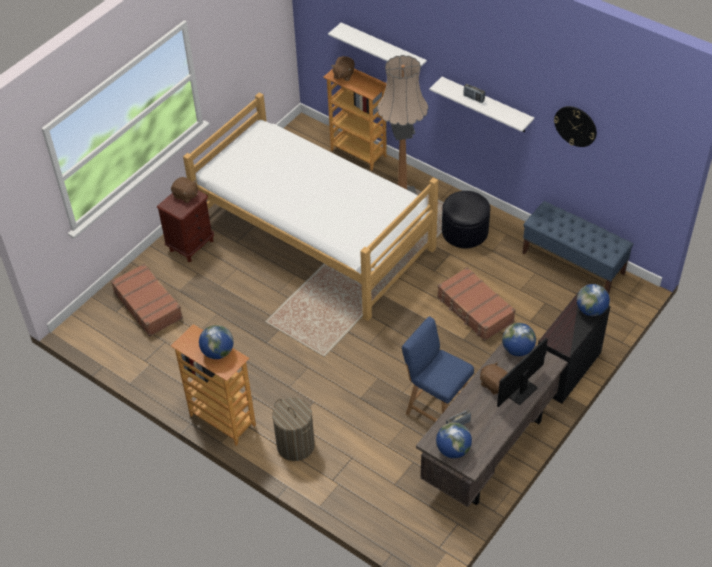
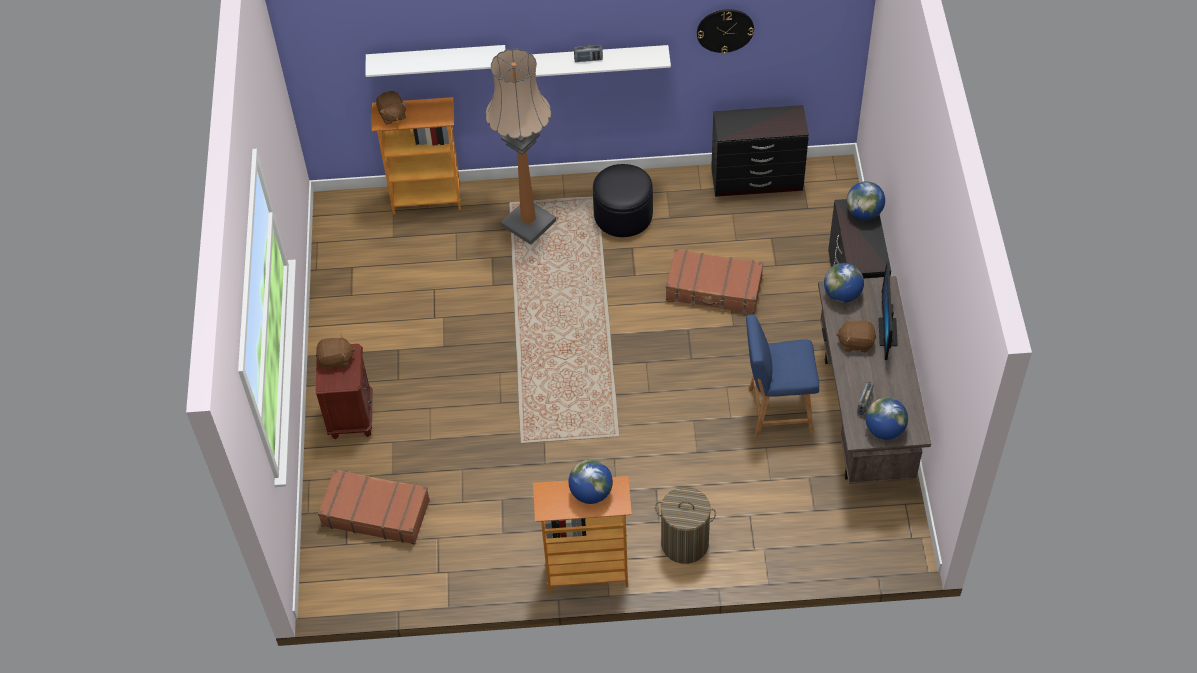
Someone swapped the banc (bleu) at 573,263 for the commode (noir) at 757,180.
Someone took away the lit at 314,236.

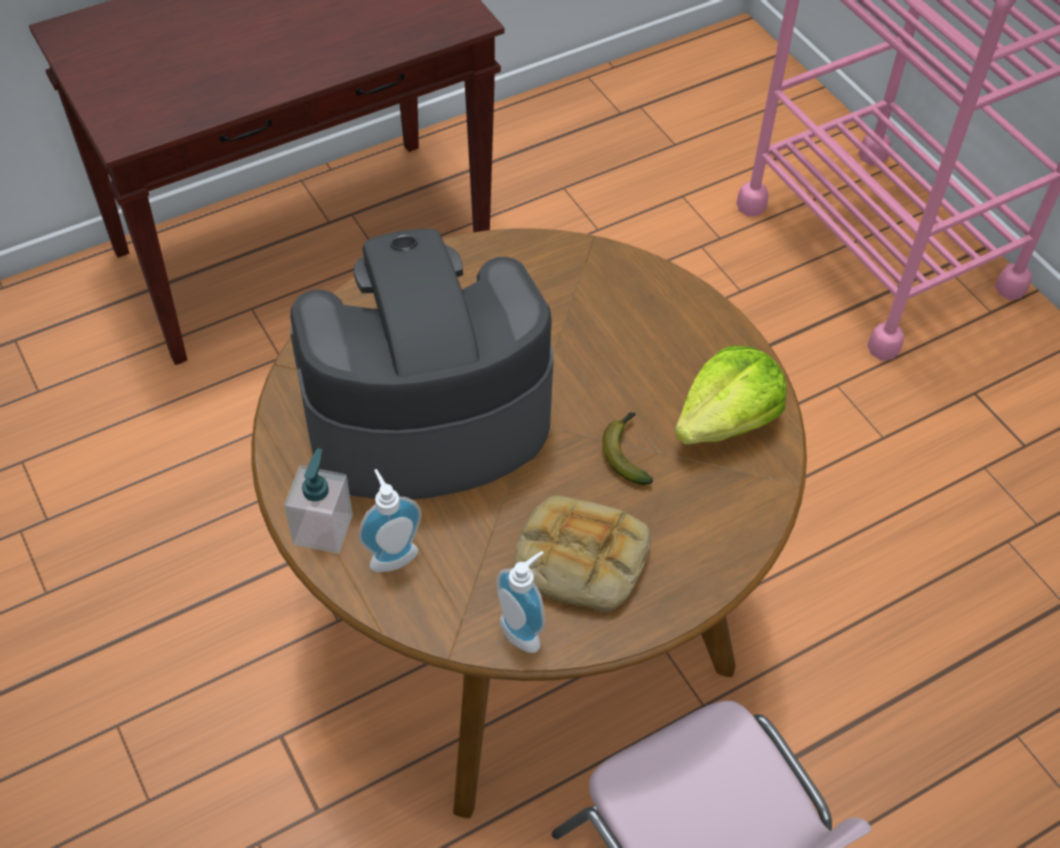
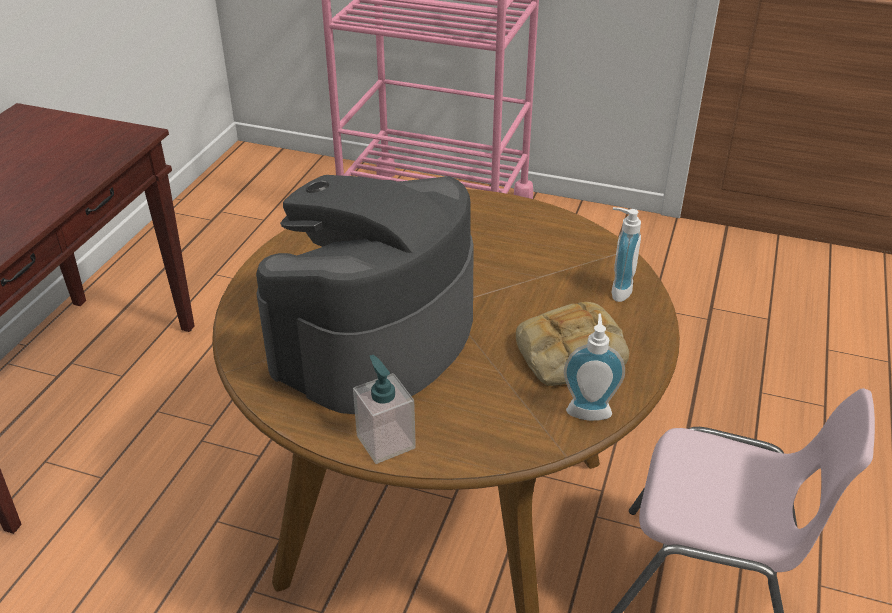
Someone carried the distributeur de savon from 391,554 to 617,290.
Someone took away the banane at 626,452.
Someone took away the laitue at 726,421.

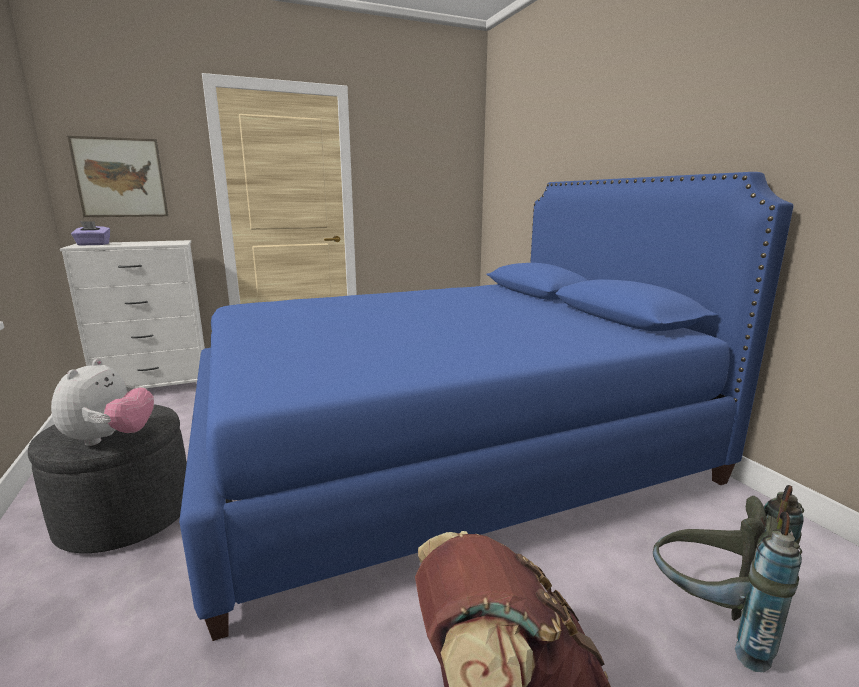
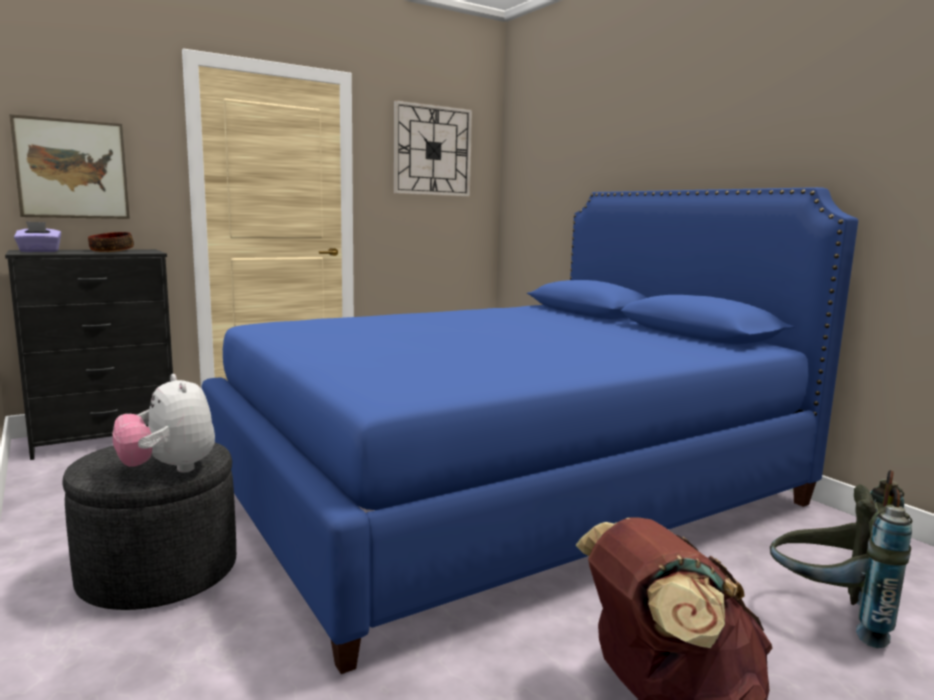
Someone repainted the commode (blanc) at 155,387, which became the commode (noir) at 104,438.
Someone put down the bol at 111,251.
Someone rotated the peluche at 110,439 by 150 degrees clockwise.
Someone put up the horloge murale at 432,150.

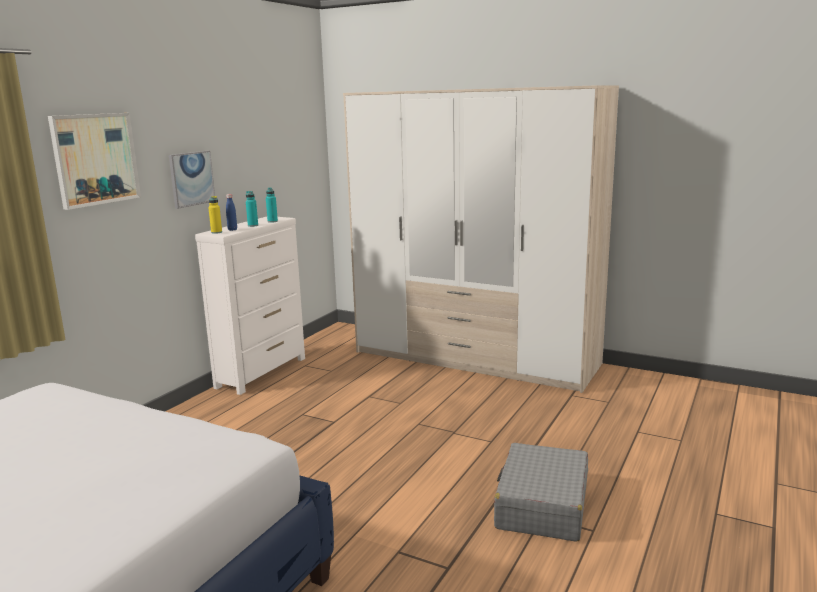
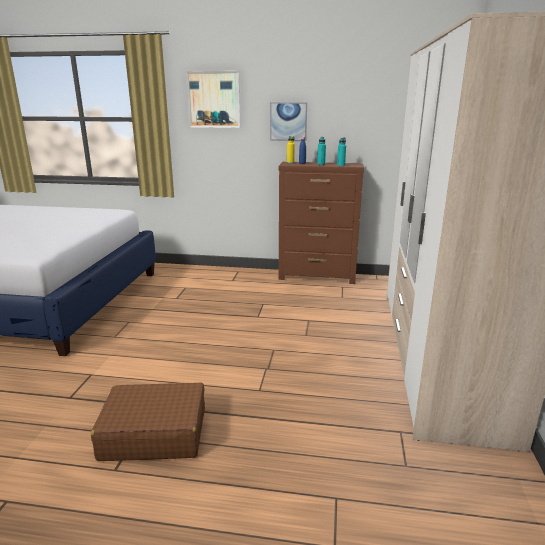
Someone repainted the valise (gris) at 542,505, which became the valise (marron) at 154,433.
Someone repainted the commode (blanc) at 262,372, which became the commode (marron) at 317,277.

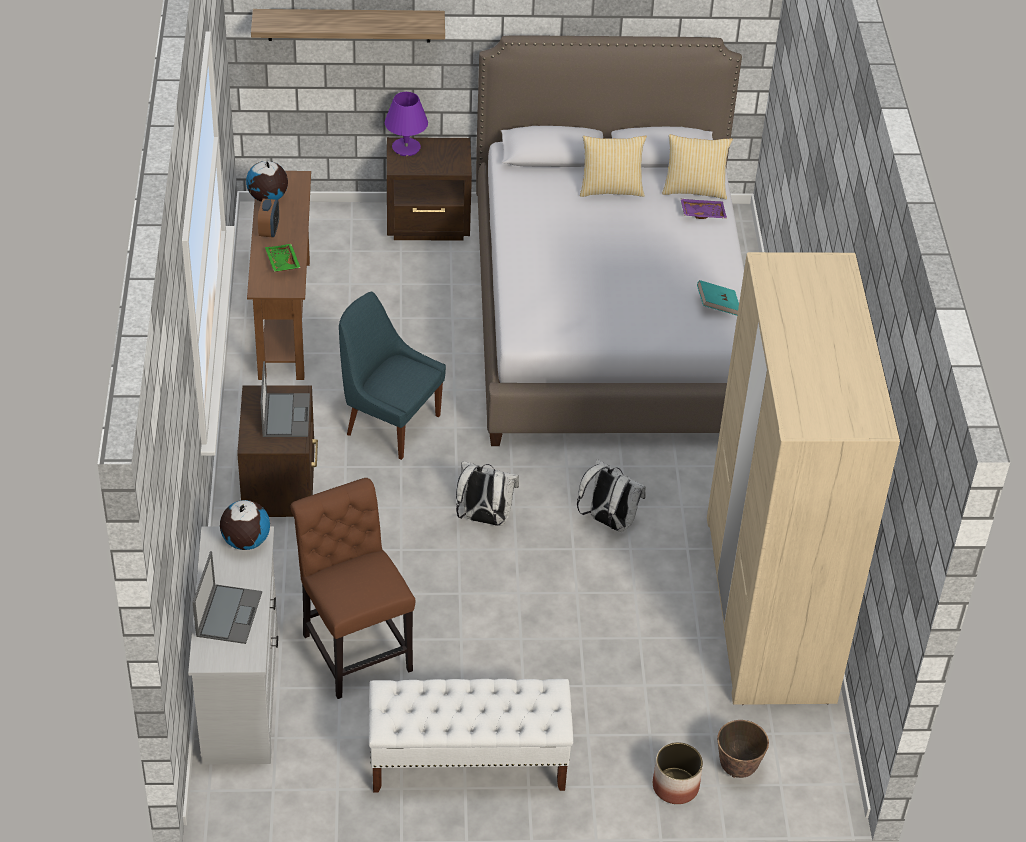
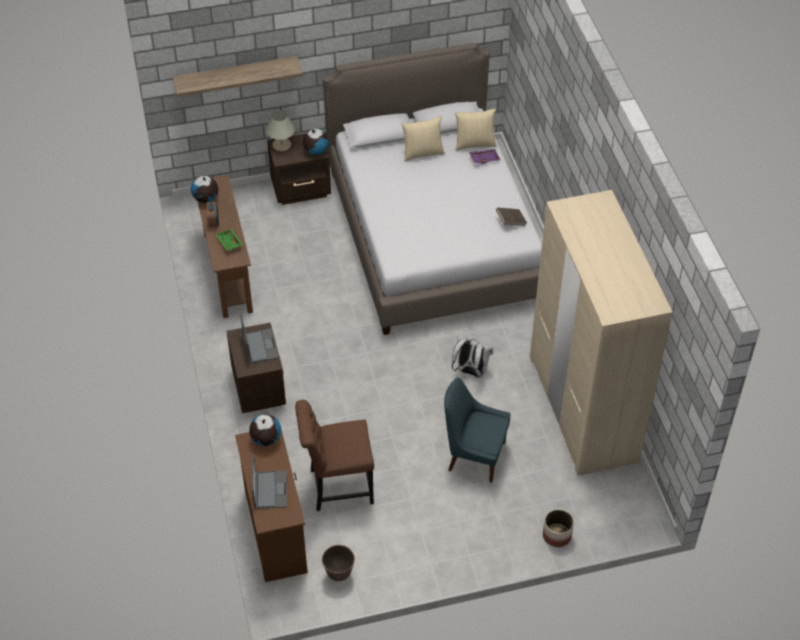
Someone repainted the commode (blanc) at 241,693, which became the commode (marron) at 275,531.
Someone repainted the lampe de table (violet) at 406,148, which became the lampe de table (beige) at 282,145.
Someone rotated the chaise (marron) at 354,648 by 60 degrees counterclockwise.
Someone put down the globe at 316,151.
Someone carried the cache-pot from 737,768 to 339,574.
Someone carried the chaise (bleu) from 390,423 to 474,456.
Someone repainted the livre (turquoise) at 717,306, which became the livre (marron) at 510,221.
Someone took away the banc (blanc) at 467,762.
Someone took away the sac à dos (blanc) at 484,519.

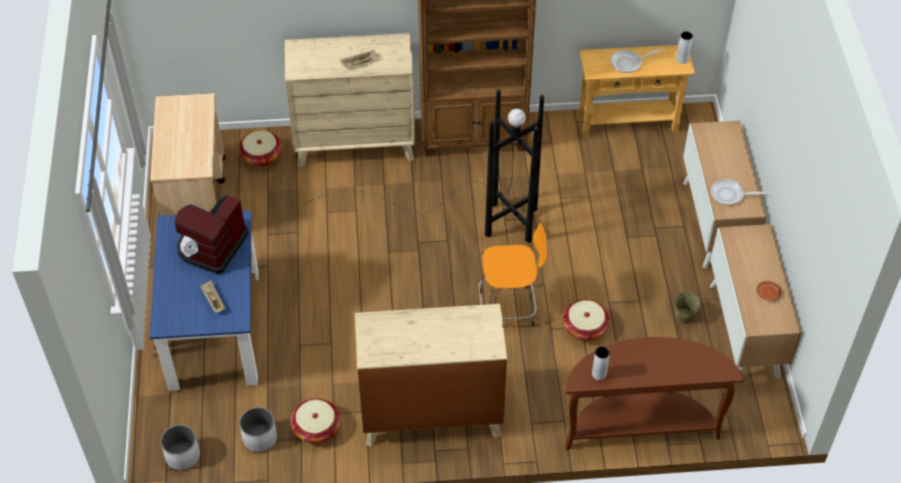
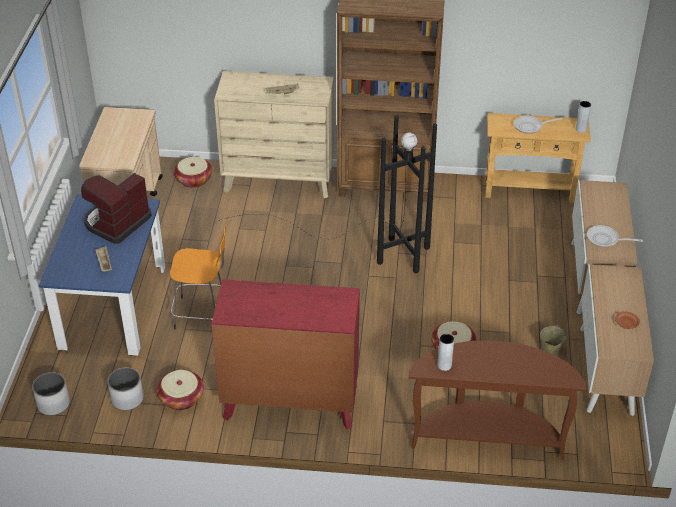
Someone carried the tabouret (orange) from 509,308 to 202,314.
Someone repainted the commode (beige) at 431,416, which became the commode (rouge) at 290,402.

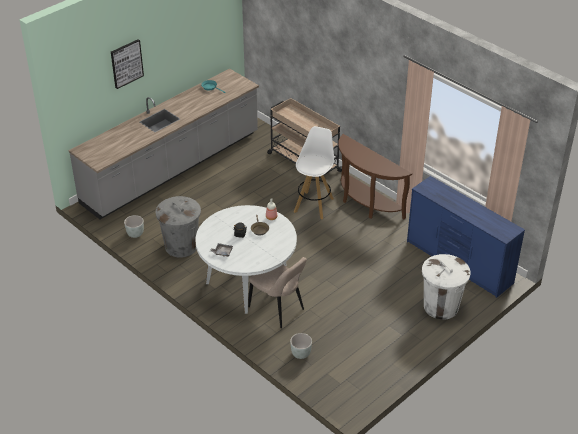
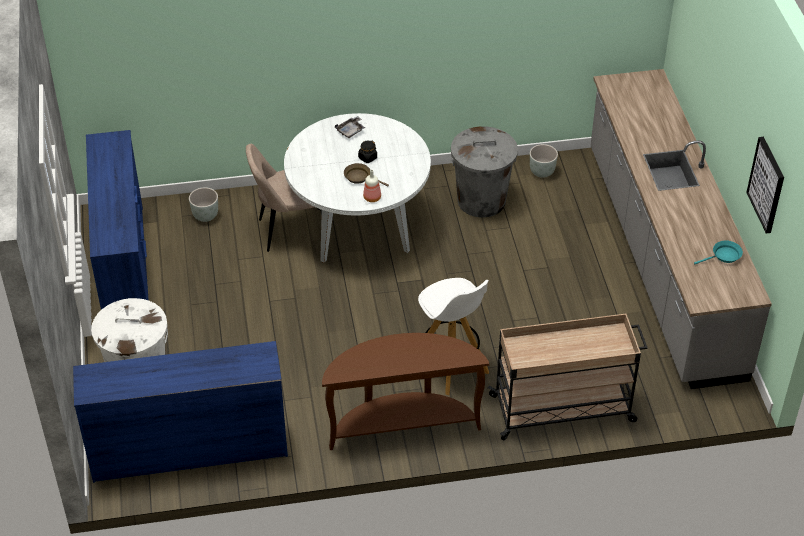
Someone put down the commode (bleu) at 126,269.
Someone carried the tableau from 126,63 to 767,184.

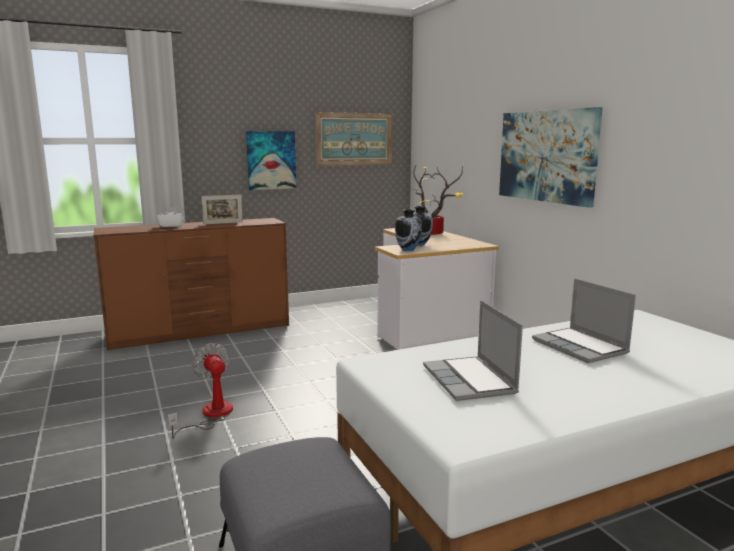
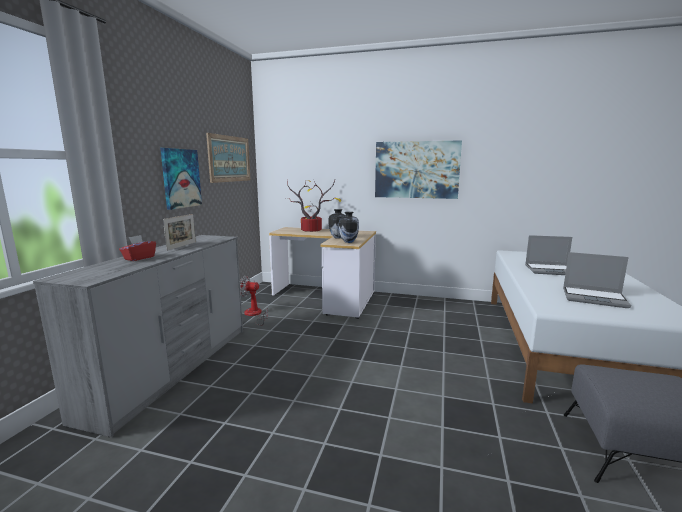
Someone repainted the commode (marron) at 201,331, which became the commode (gris) at 174,368.
Someone repainted the boîte à mouchoirs (blanc) at 171,226, which became the boîte à mouchoirs (rouge) at 139,258.
Someone carried the ventilateur from 210,415 to 255,314.

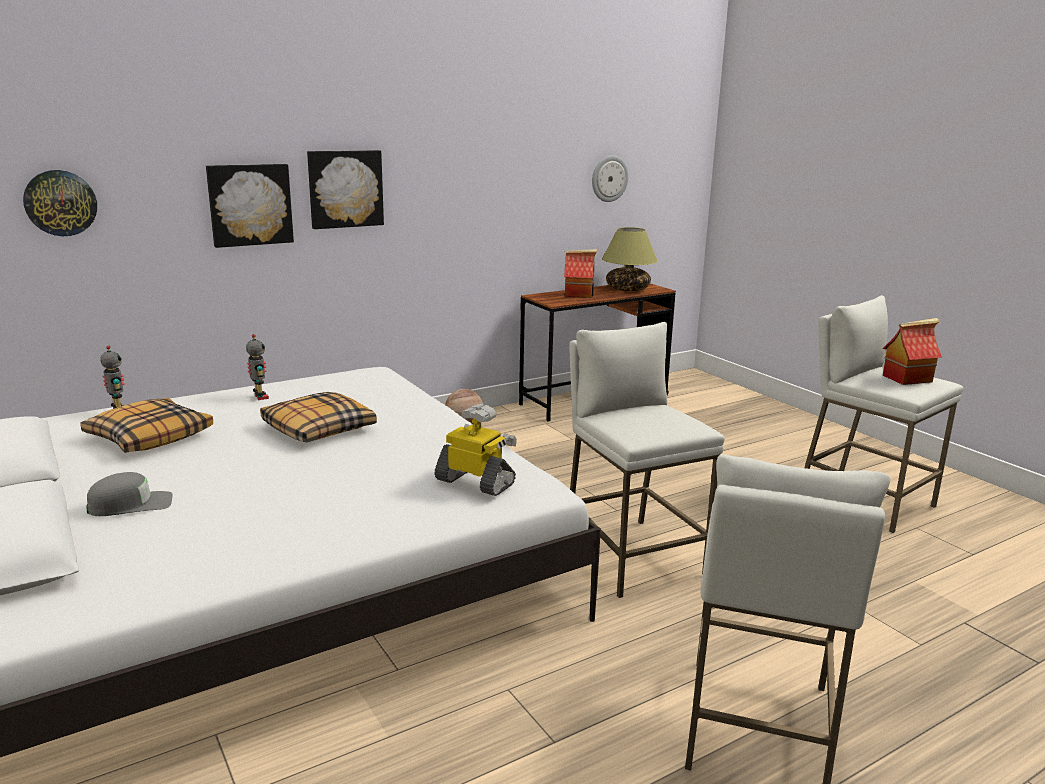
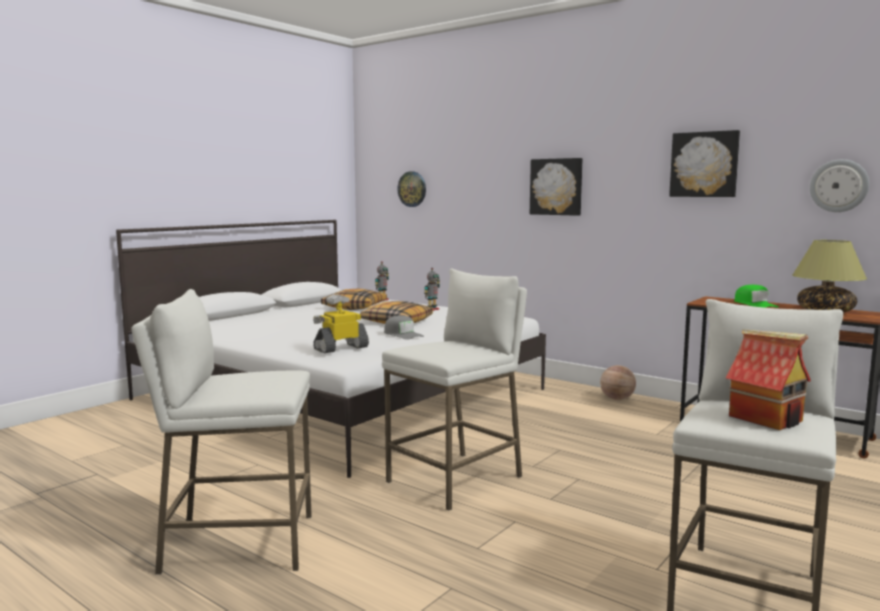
Someone rotated the robot jouet at 476,482 by 135 degrees counterclockwise.
Someone carried the casquette (gris) from 131,505 to 402,335.
Someone carried the tableau from 250,204 to 704,164.
Someone swapped the maison miniature at 579,294 for the casquette (vert) at 754,304.

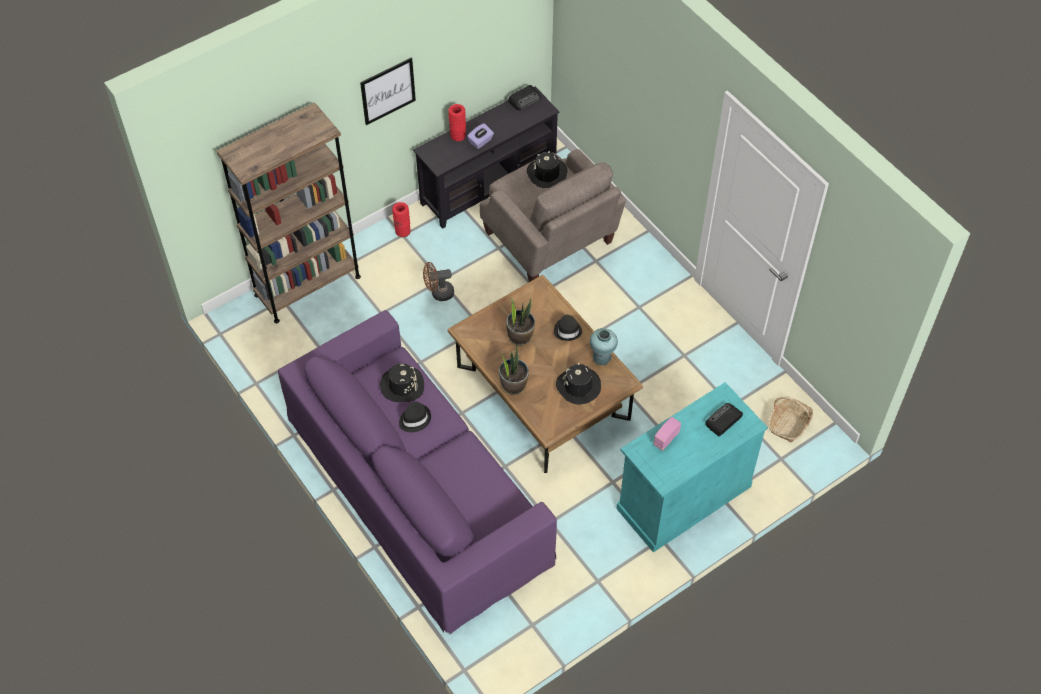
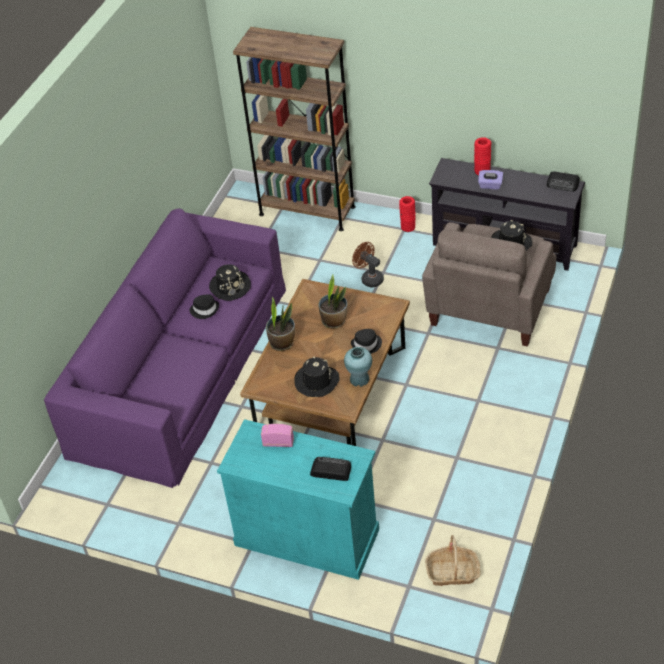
Someone took away the tableau at 388,91.

